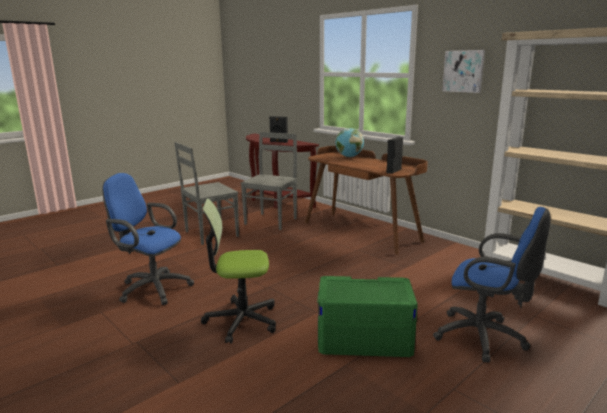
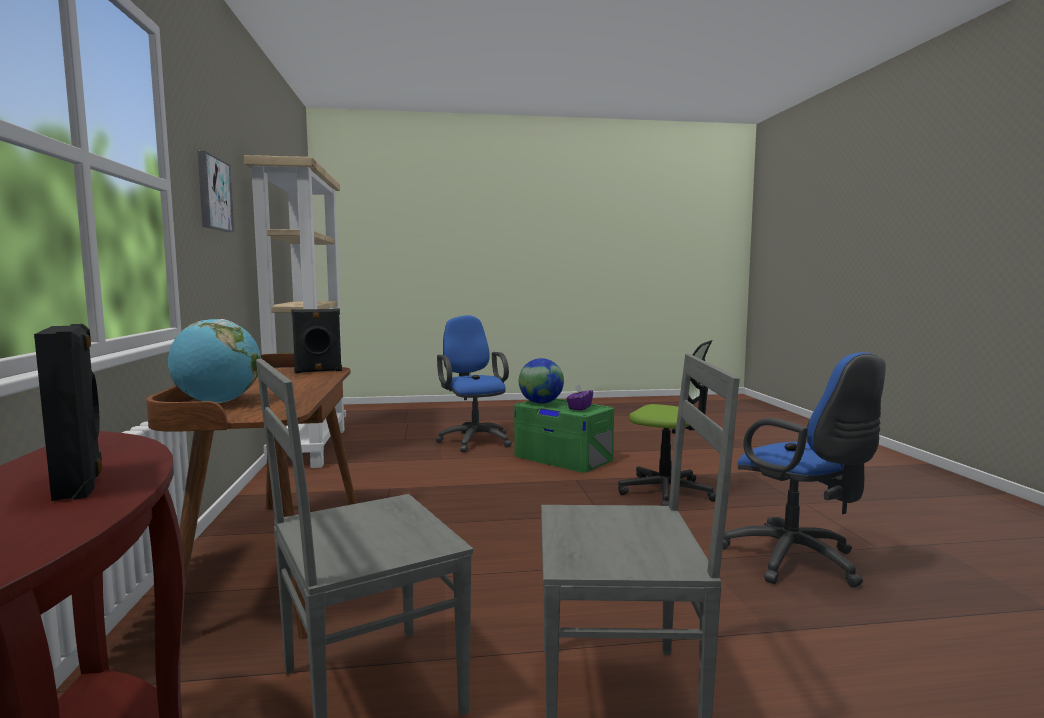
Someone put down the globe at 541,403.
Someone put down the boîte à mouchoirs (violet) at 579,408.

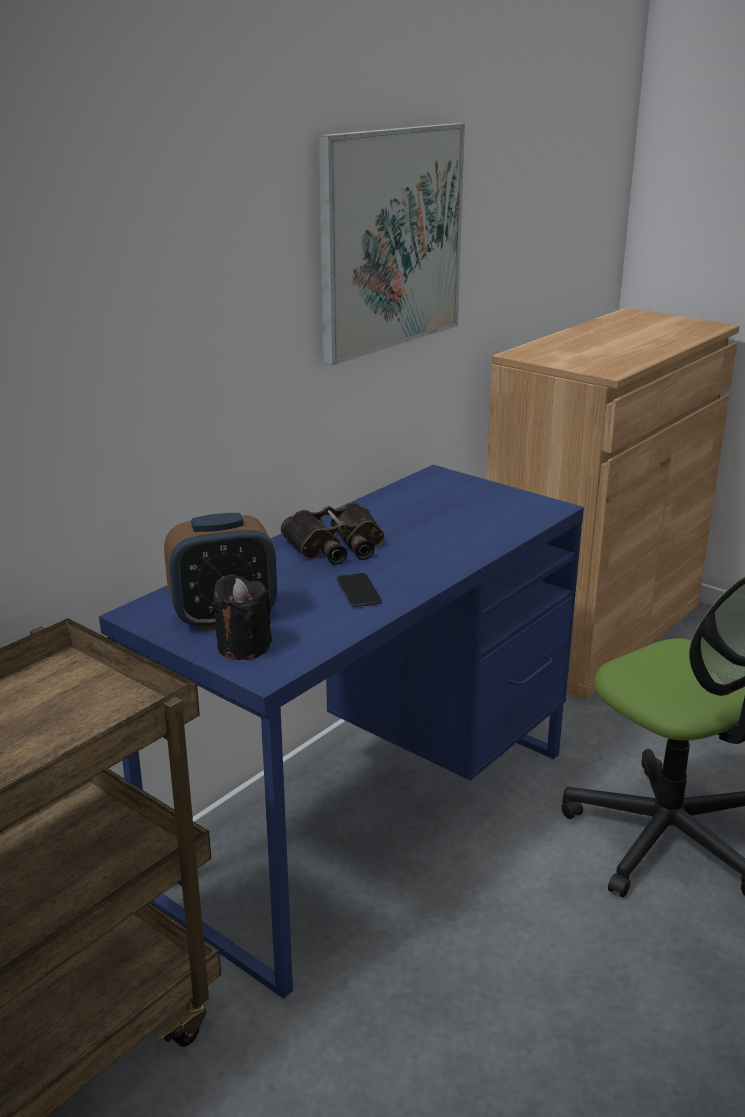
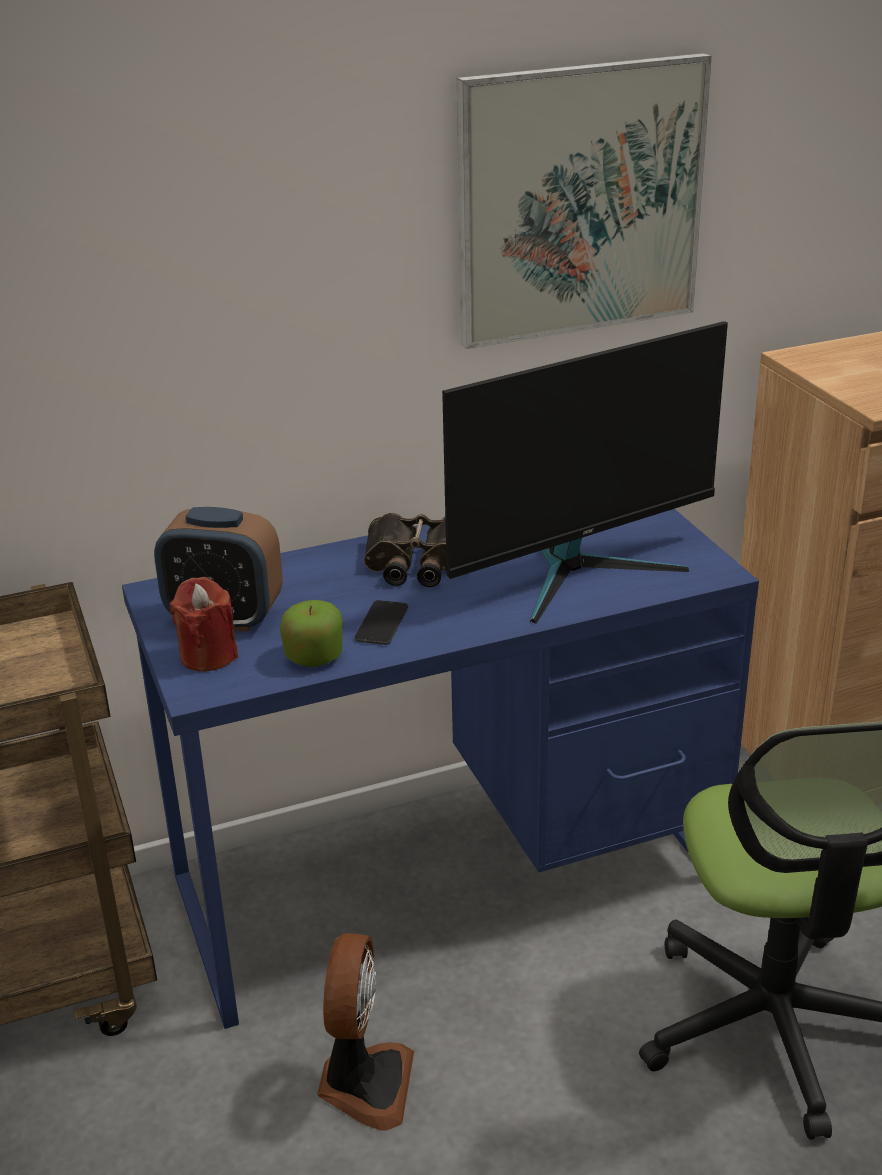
Someone repainted the bougie (noir) at 243,646, which became the bougie (rouge) at 208,656.
Someone put down the pomme at 314,656.
Someone put down the ventilateur at 364,1083.
Someone put down the écran d'ordinateur at 580,571.

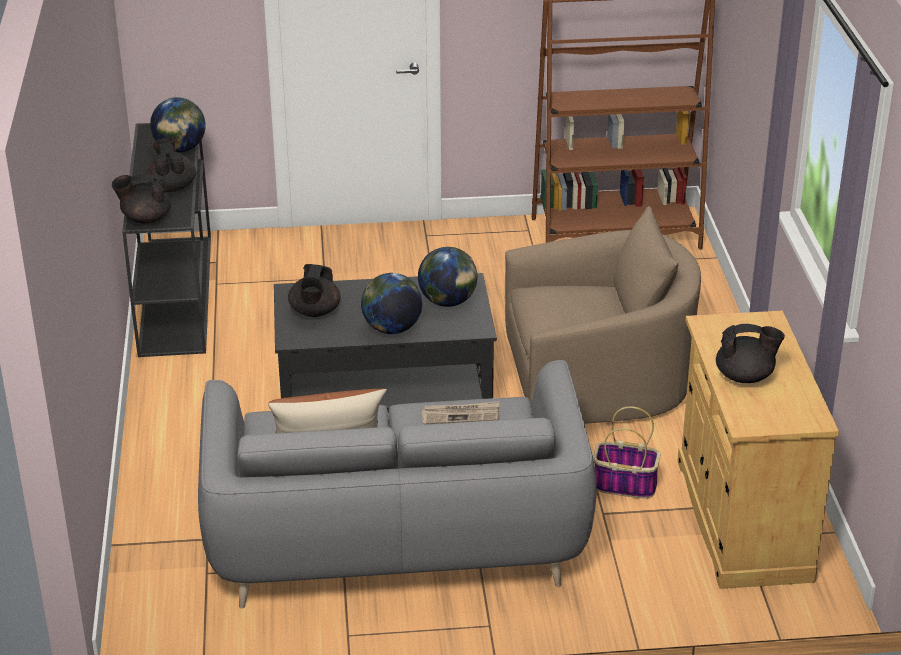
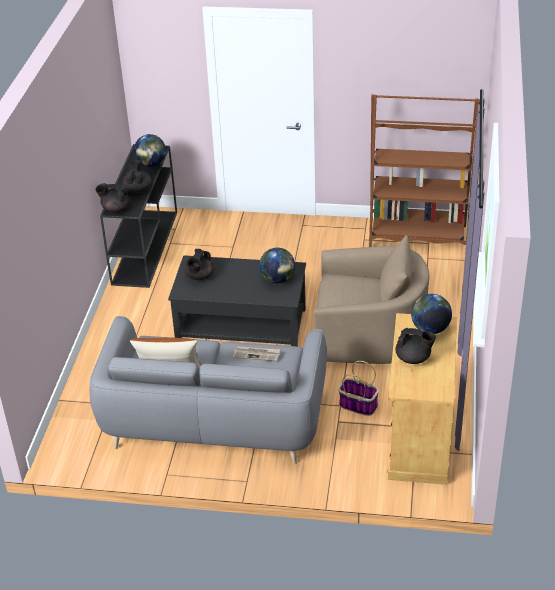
Someone carried the globe from 392,329 to 430,329.

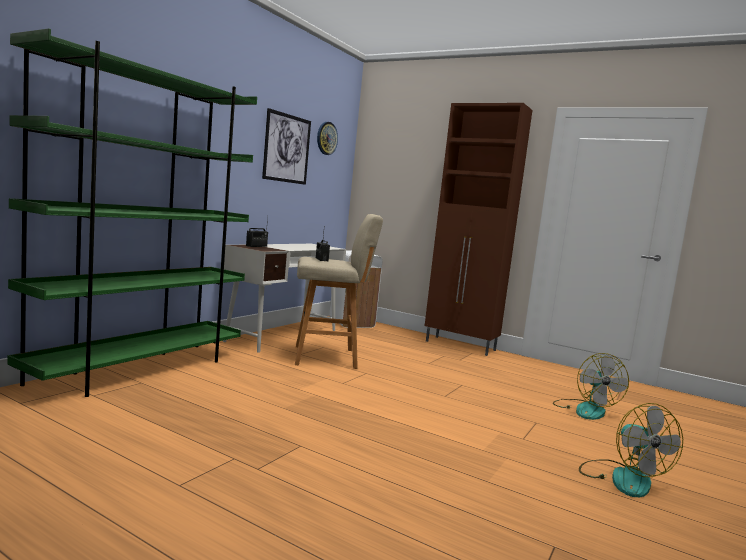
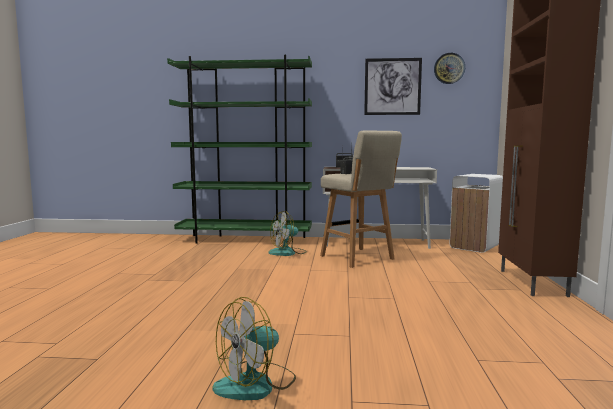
Someone carried the ventilateur from 585,409 to 288,252.

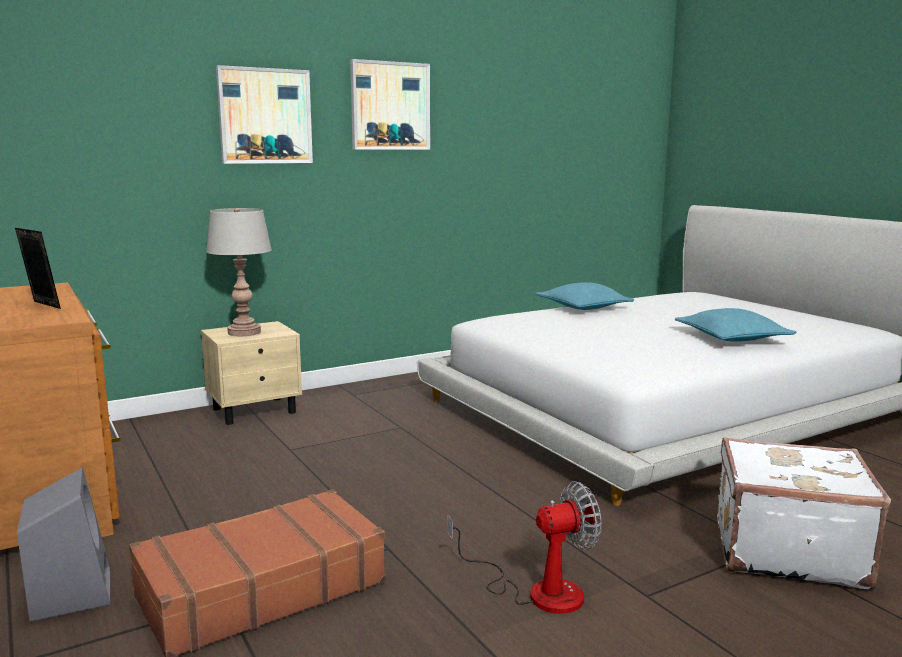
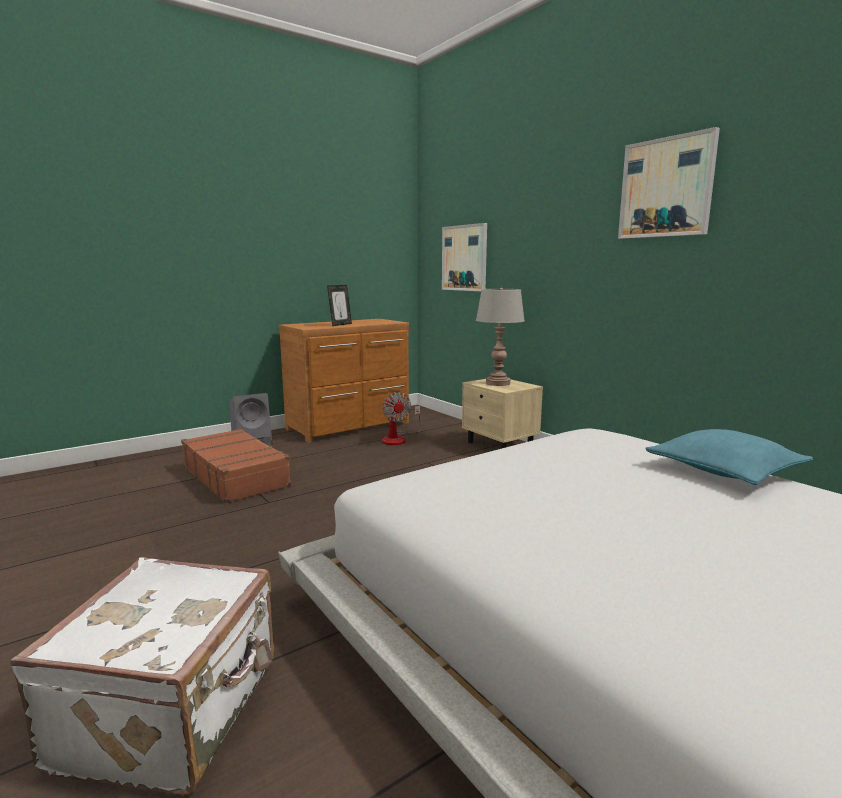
Someone carried the ventilateur from 537,591 to 398,439.
Someone carried the tableau from 265,116 to 465,258.
Someone took away the coussin (turquoise) at 732,338.

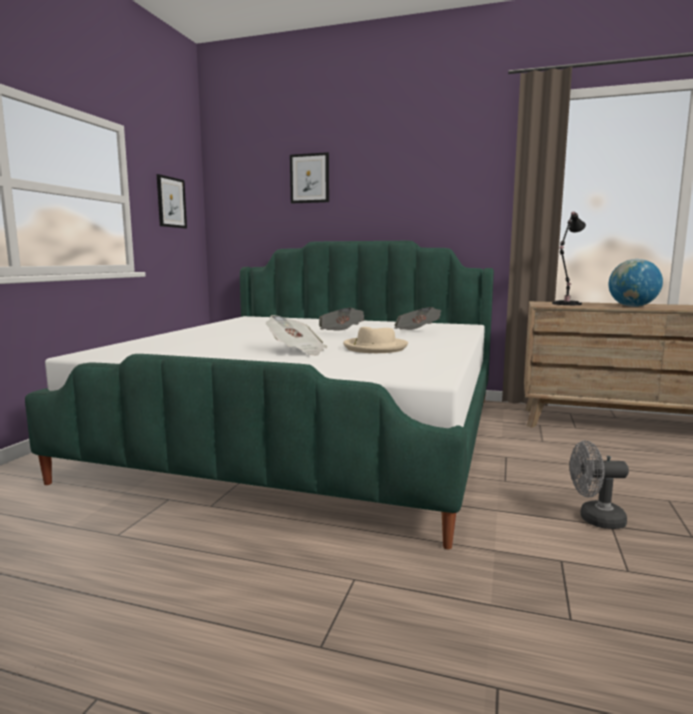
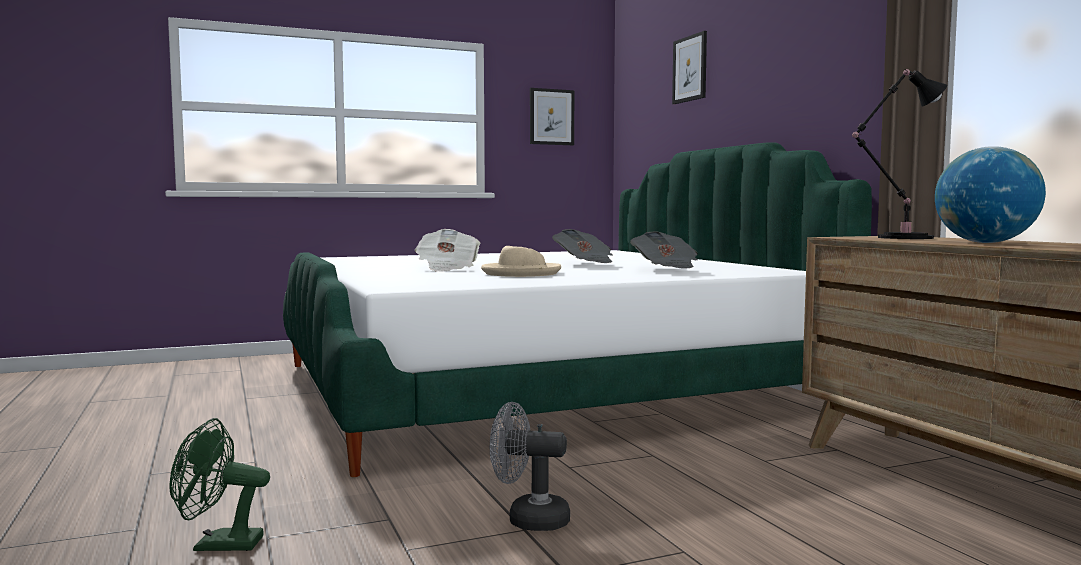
Someone put down the ventilateur (vert) at 218,545.
Someone rotated the ventilateur (gris) at 594,519 by 45 degrees counterclockwise.

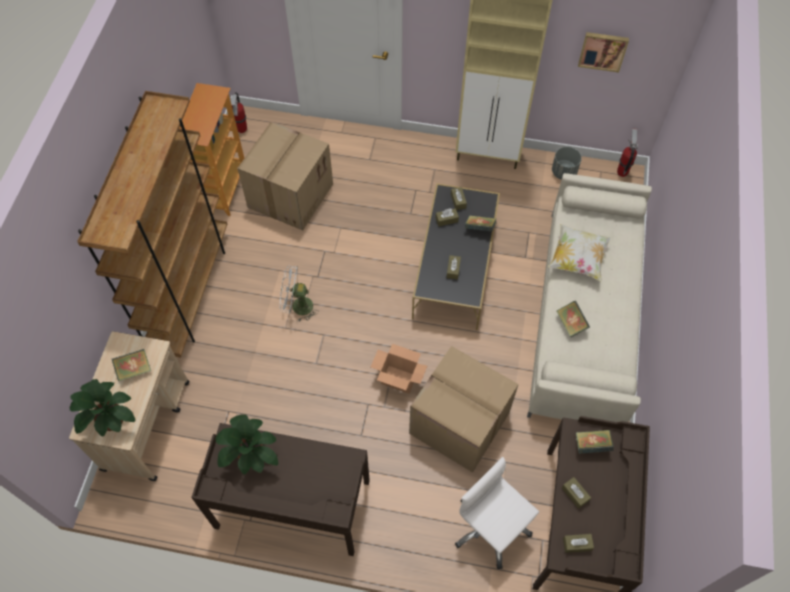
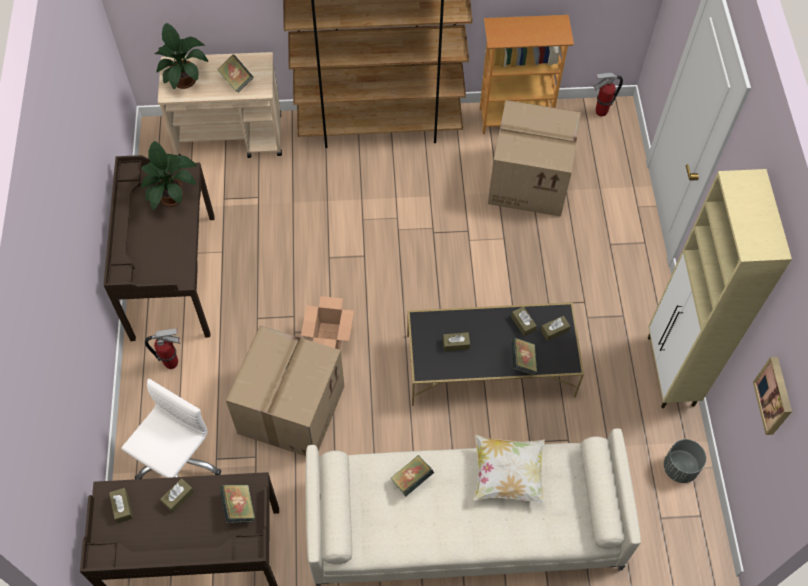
Someone carried the extincteur from 622,172 to 172,363.
Someone took away the ventilateur (blanc) at 297,307.

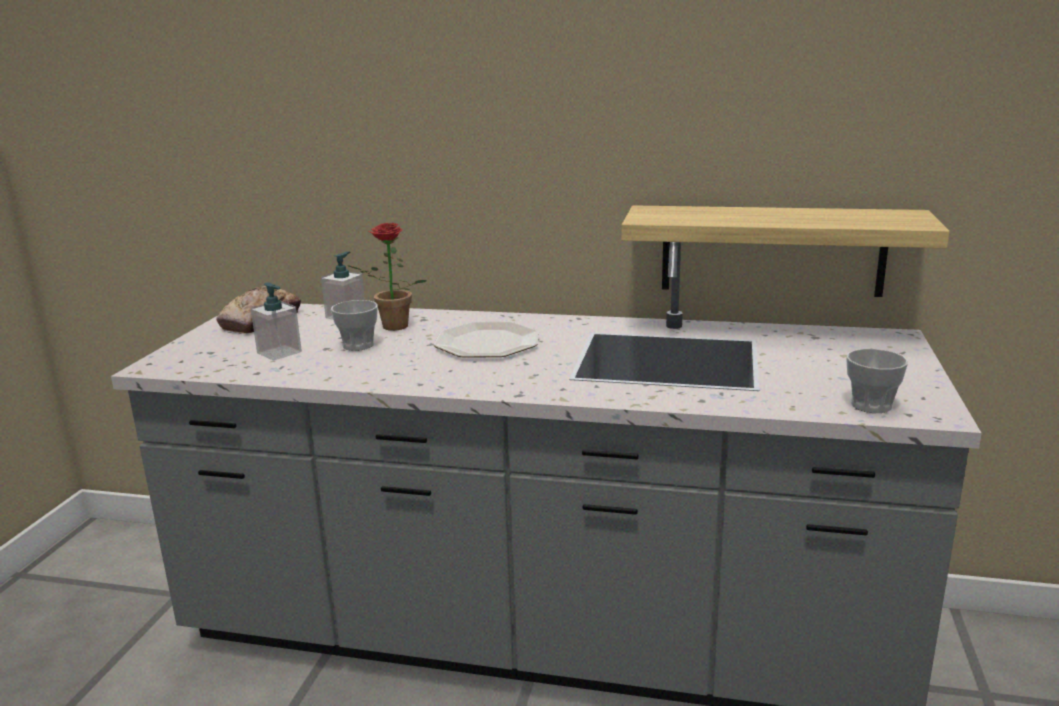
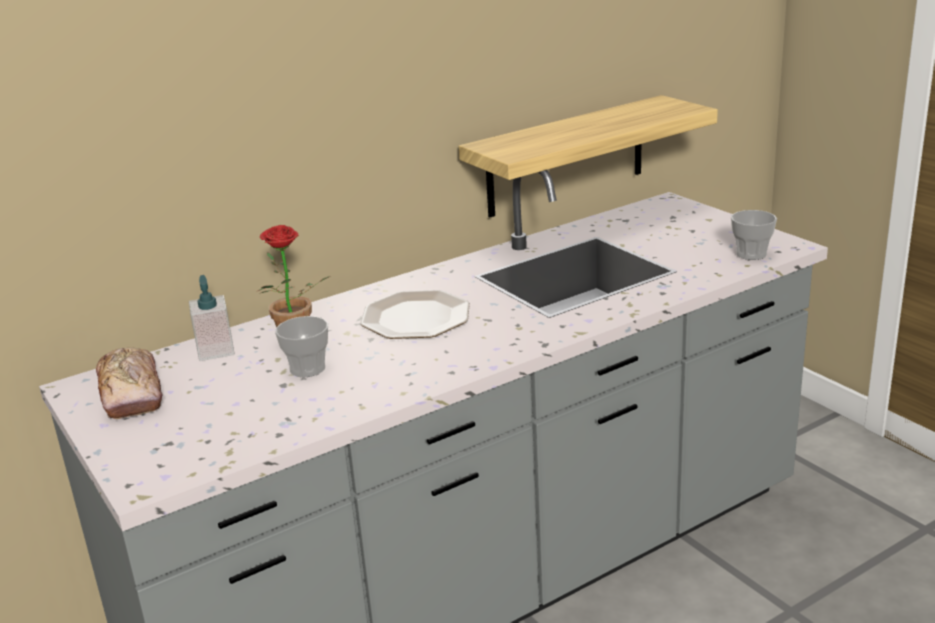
Someone took away the distributeur de savon at 279,352.

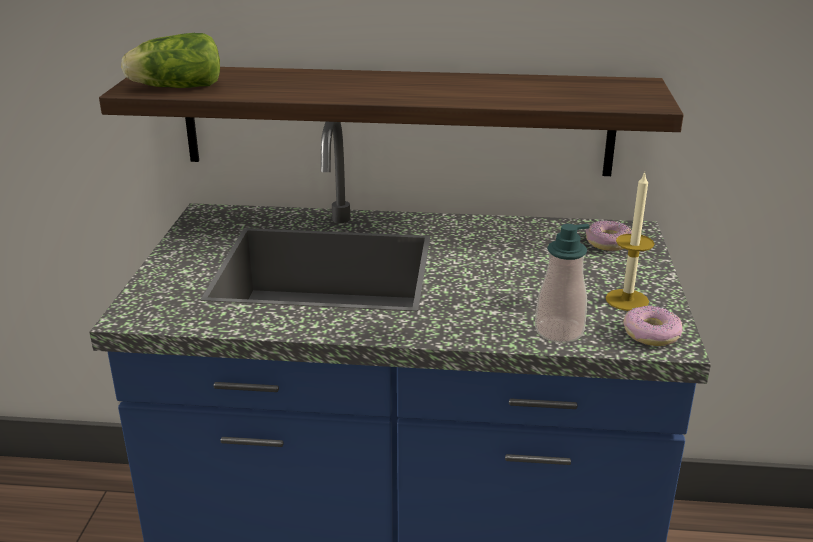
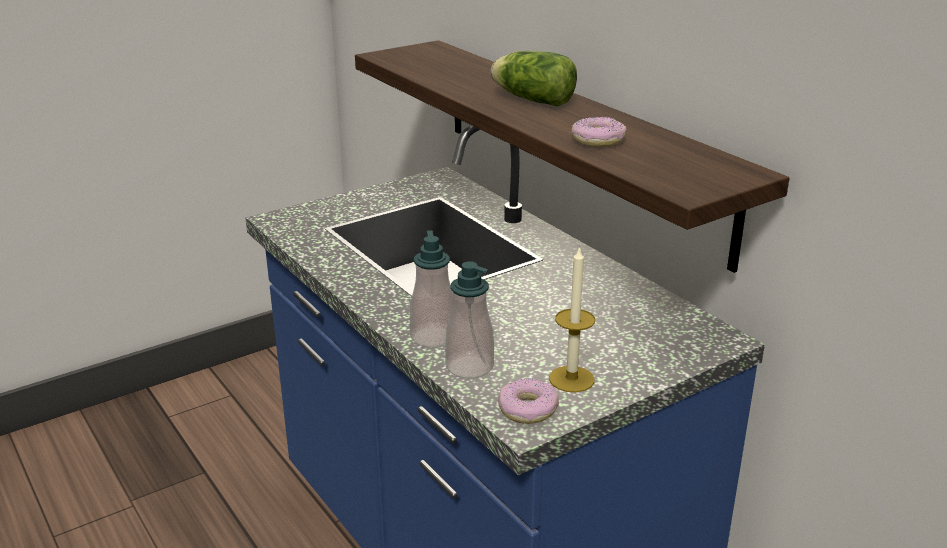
Someone put down the distributeur de savon at 433,337.
Someone carried the laitue from 174,87 to 531,99.
Someone carried the beignet from 608,242 to 597,140.

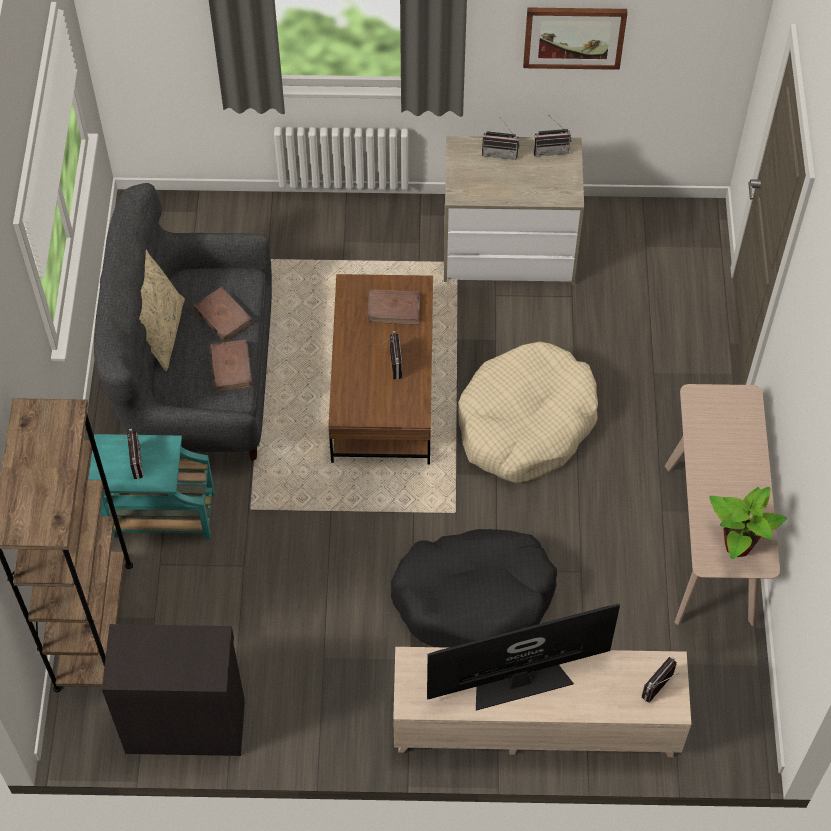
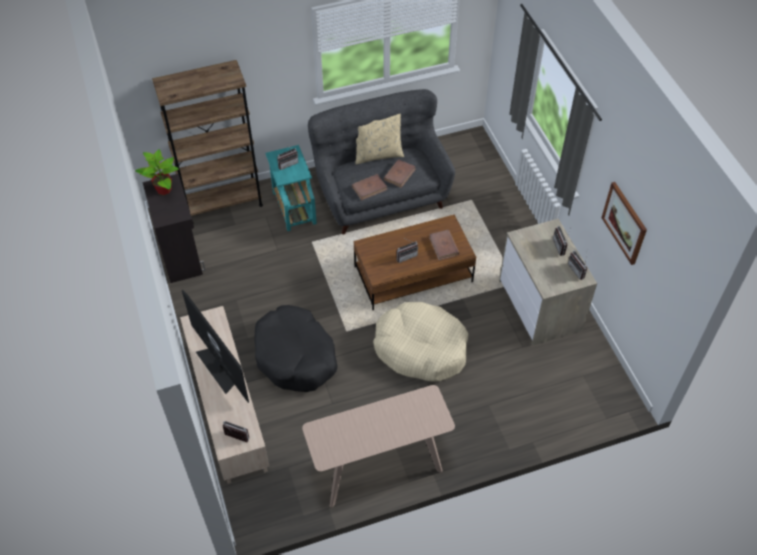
Someone carried the plante en pot from 738,545 to 164,189.

